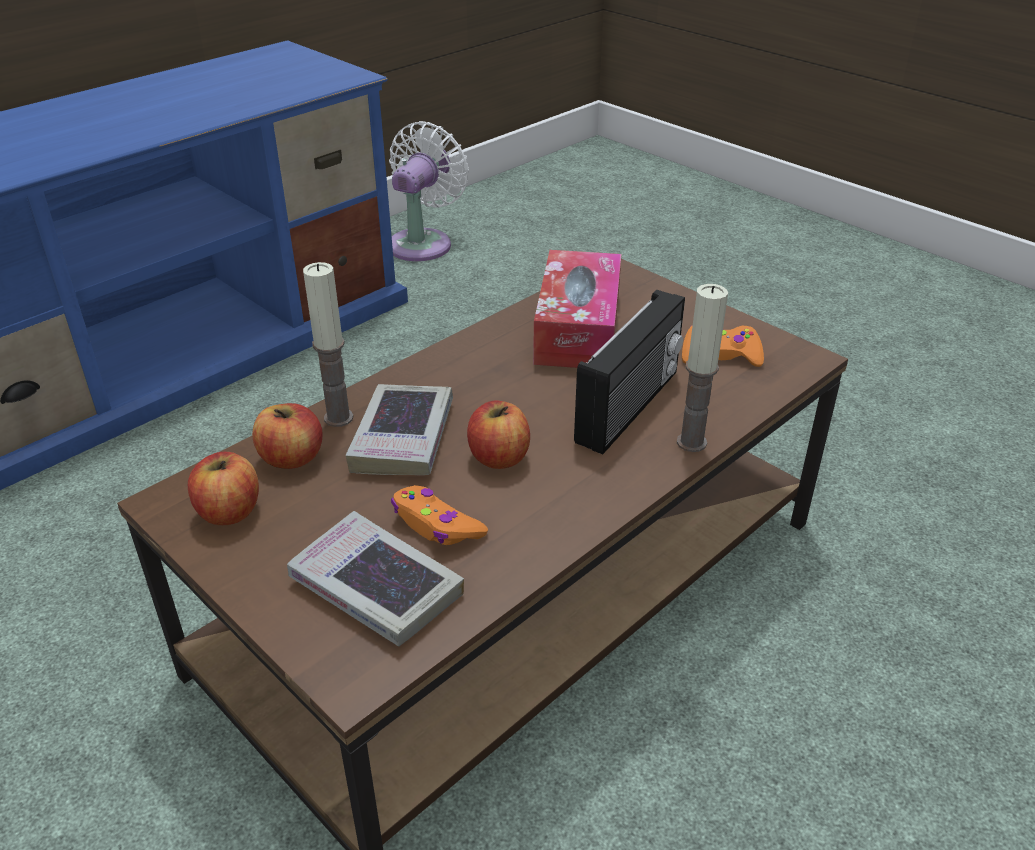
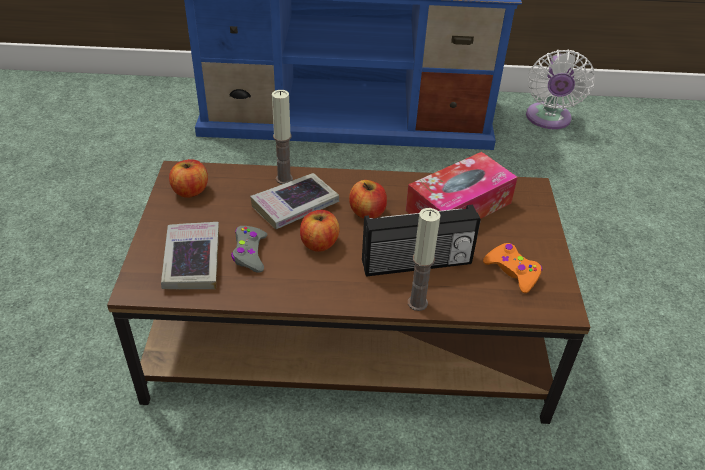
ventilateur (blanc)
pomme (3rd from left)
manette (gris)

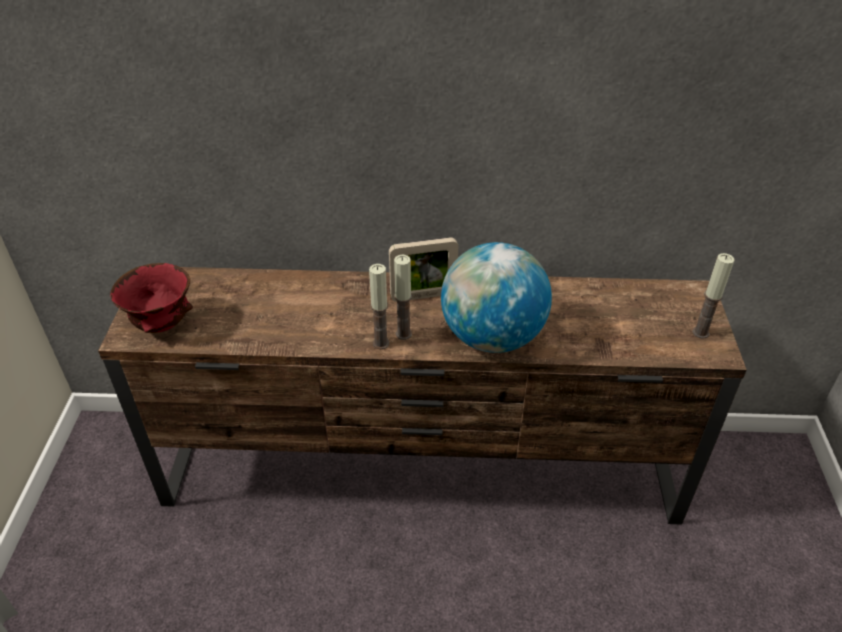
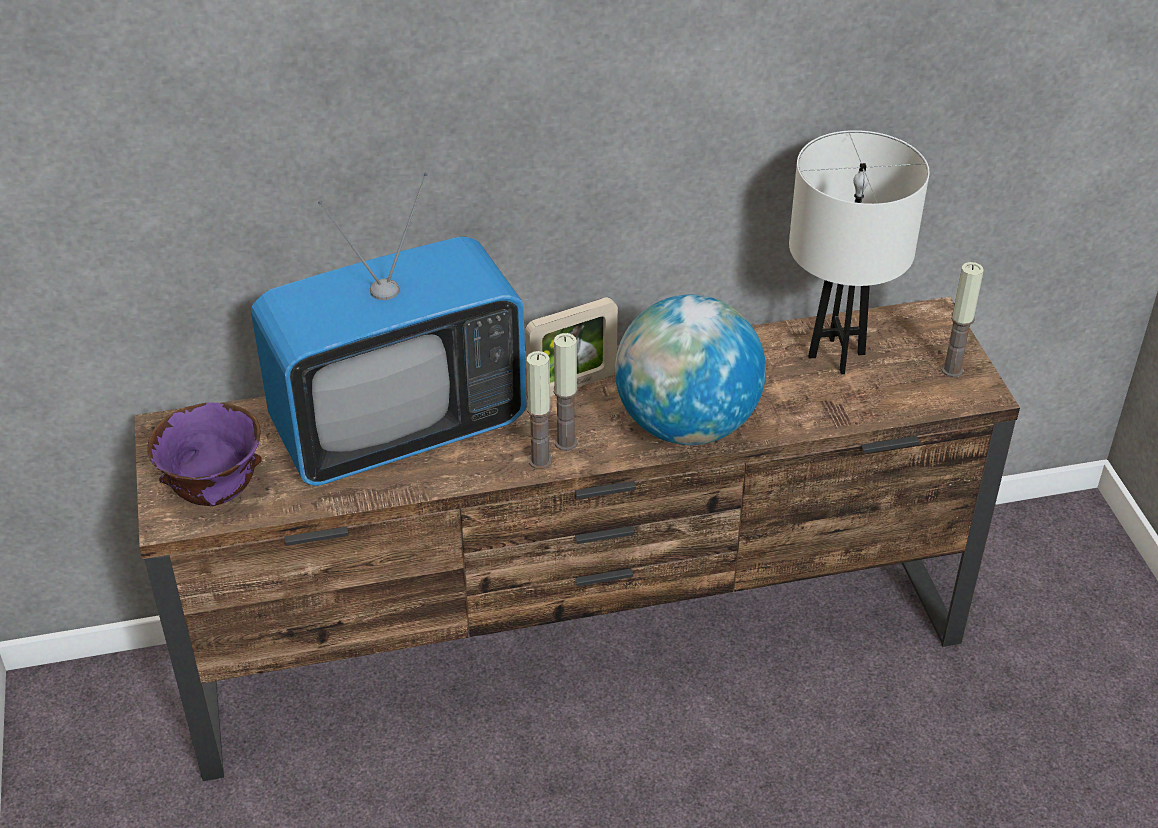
bol (violet)
lampe de table (blanc)
téléviseur

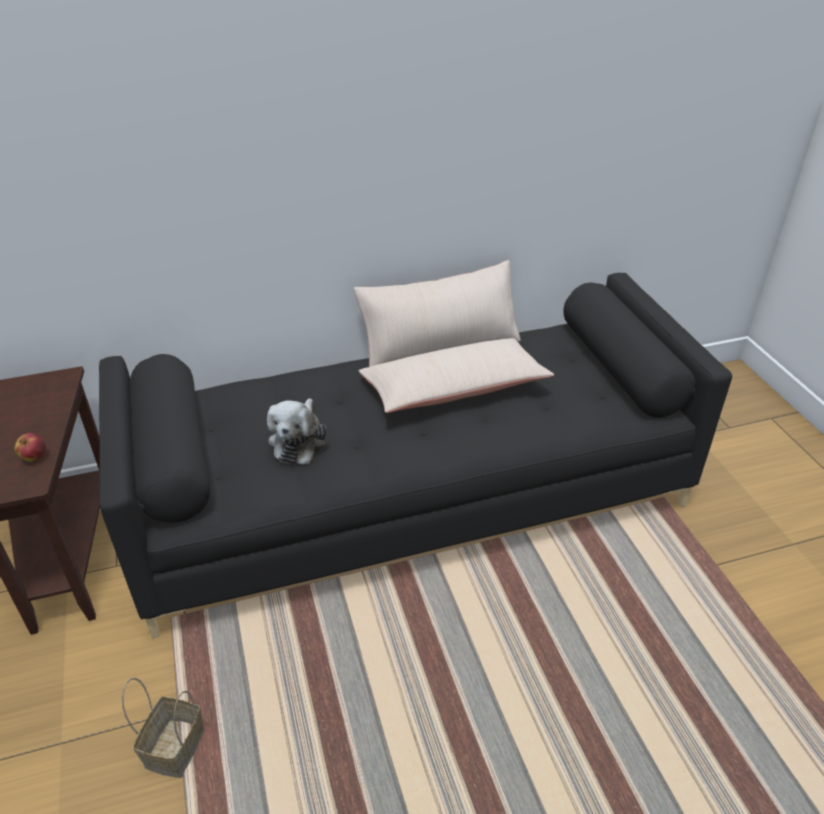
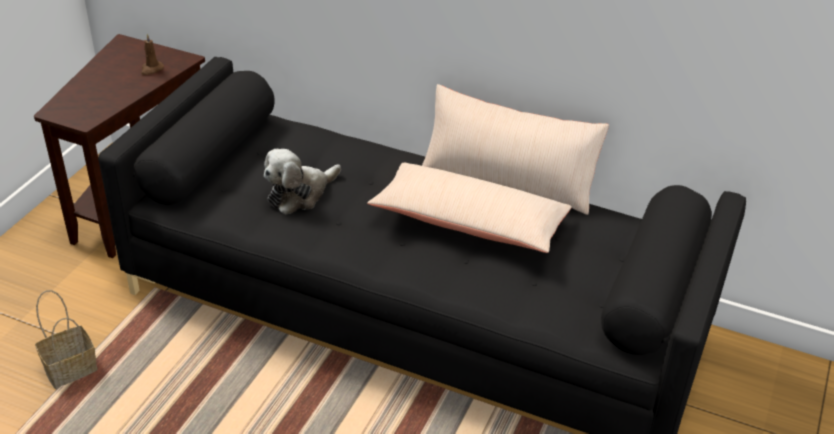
pomme
bougie (marron)

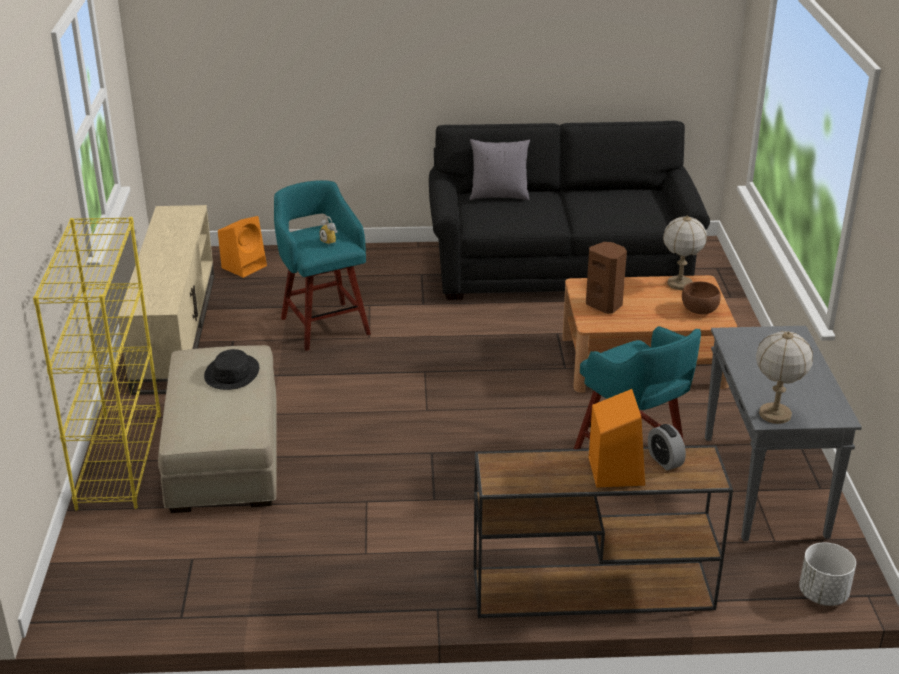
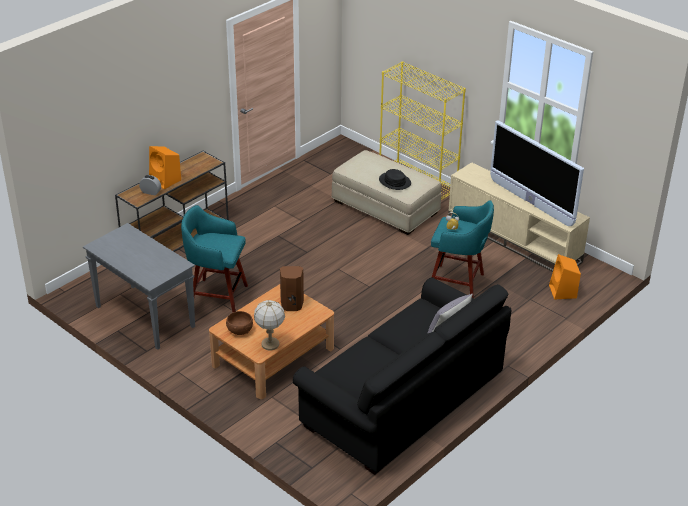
lampe de table (2nd from left in the first image)
cache-pot (blanc)
téléviseur

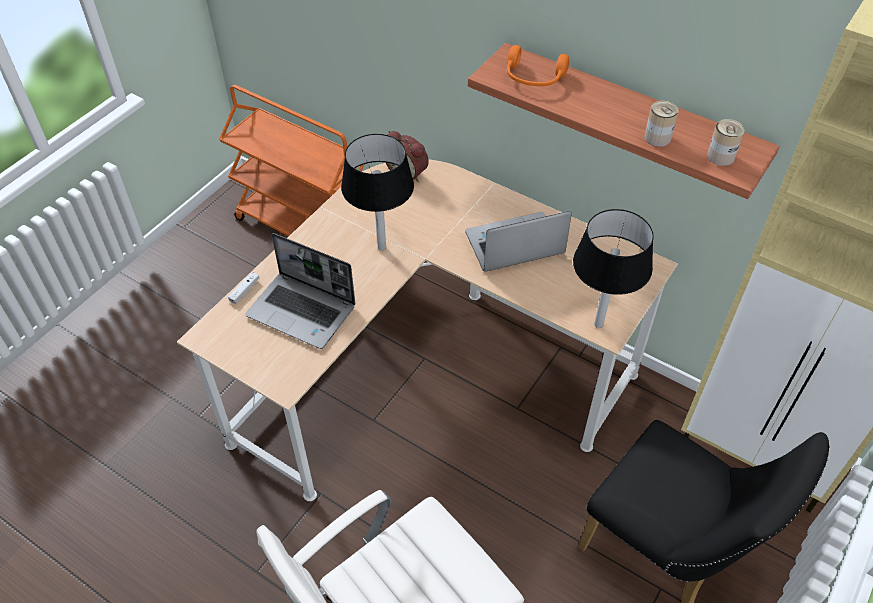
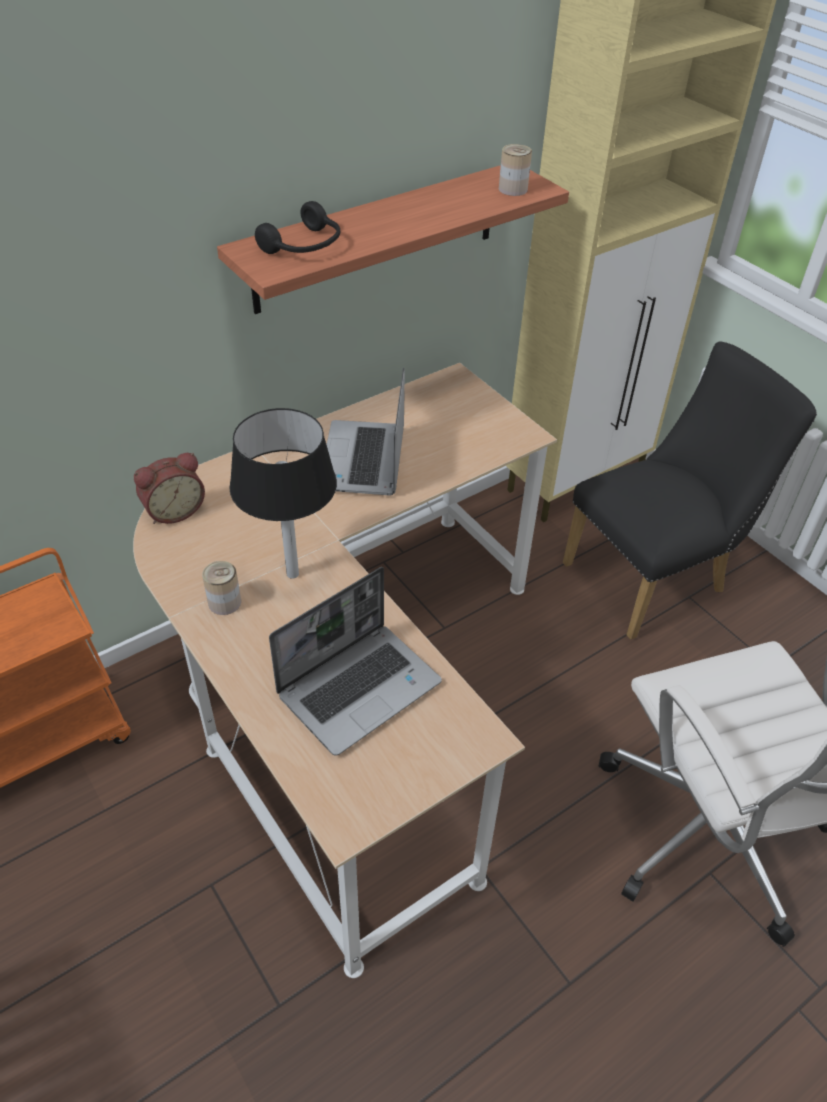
casque audio (noir)
boîte métallique (1st from left)
lampe de table (noir) (2nd from left in the first image)
manette (blanc)

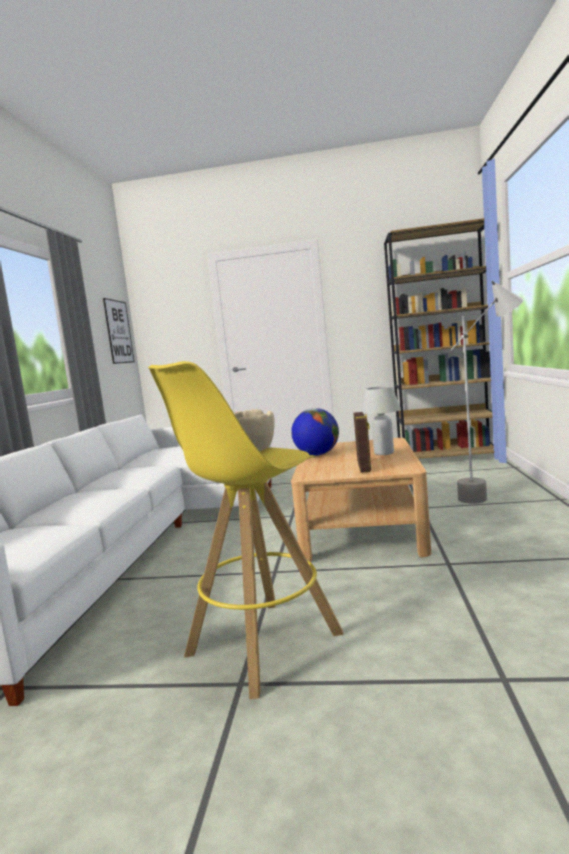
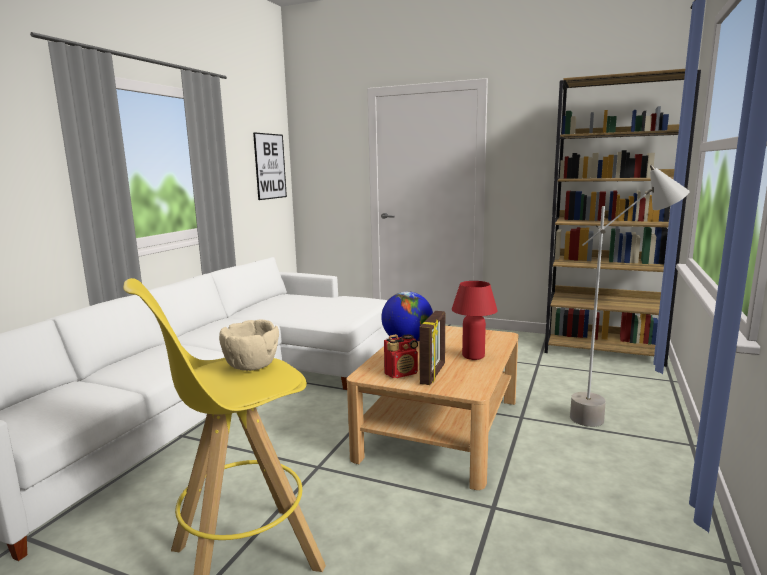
lampe de table (rouge)
radio

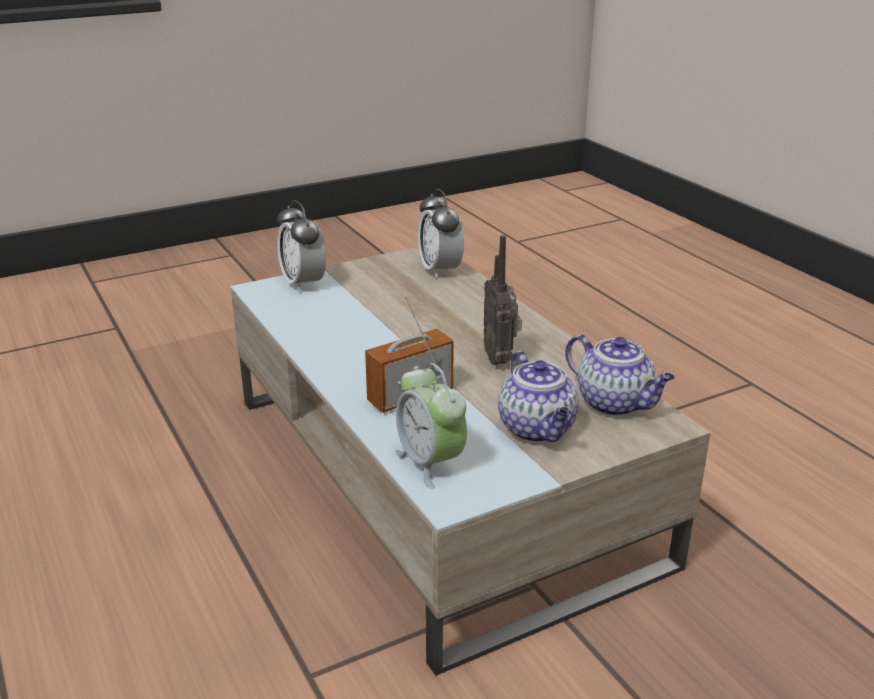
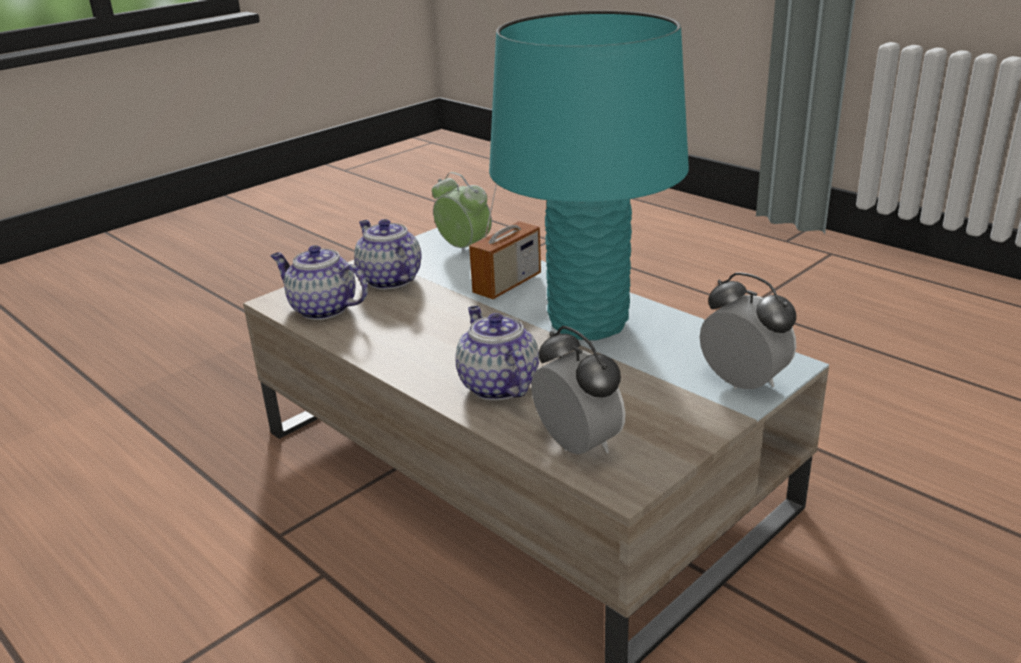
radio (2nd from left in the first image)
lampe de table (turquoise)
théière (3rd from left)

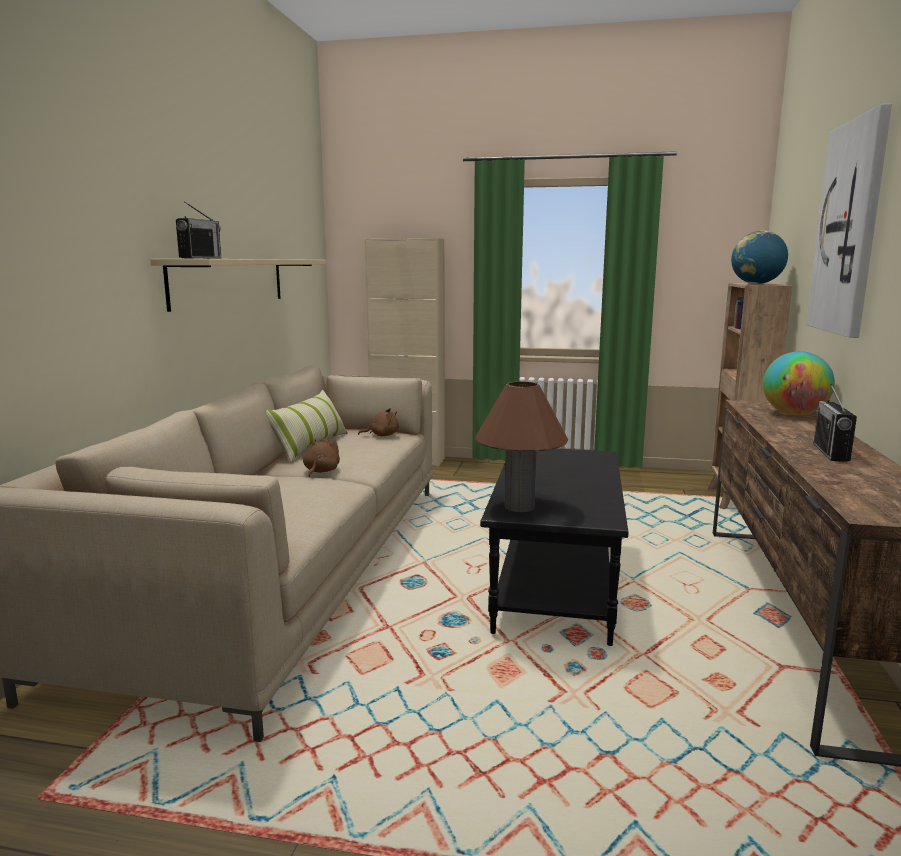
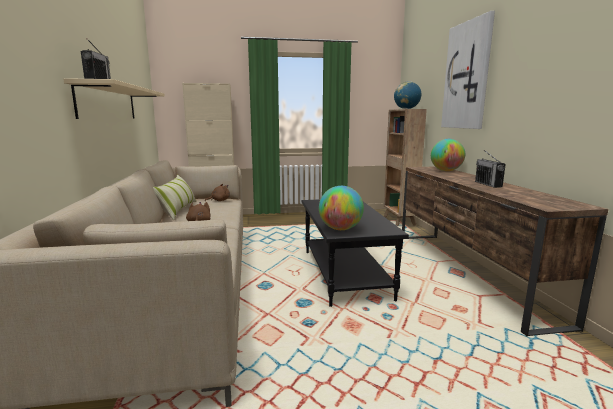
globe (1st from left)

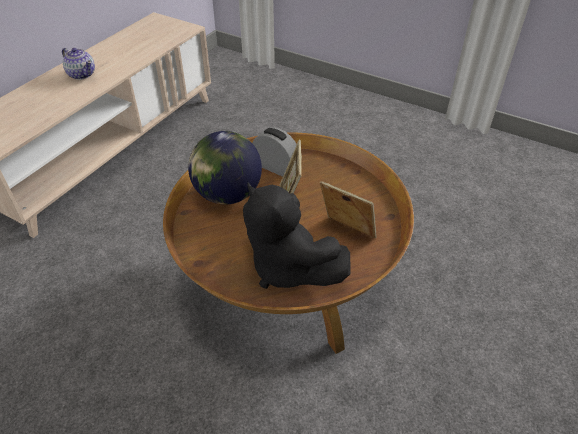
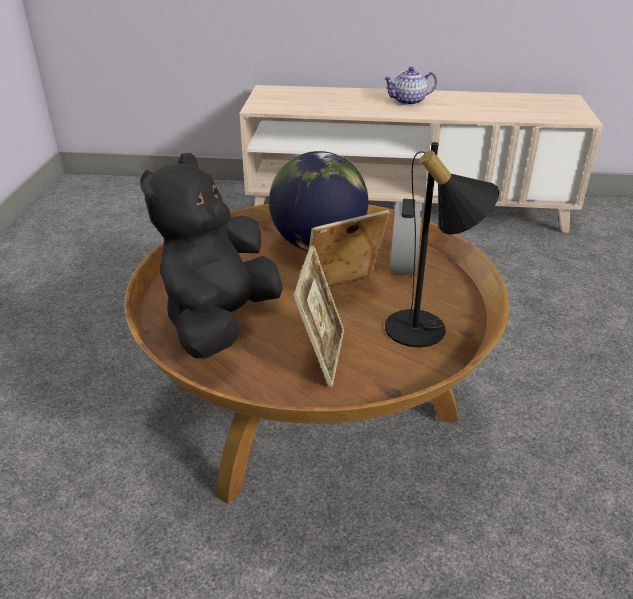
théière
lampe de table (noir)

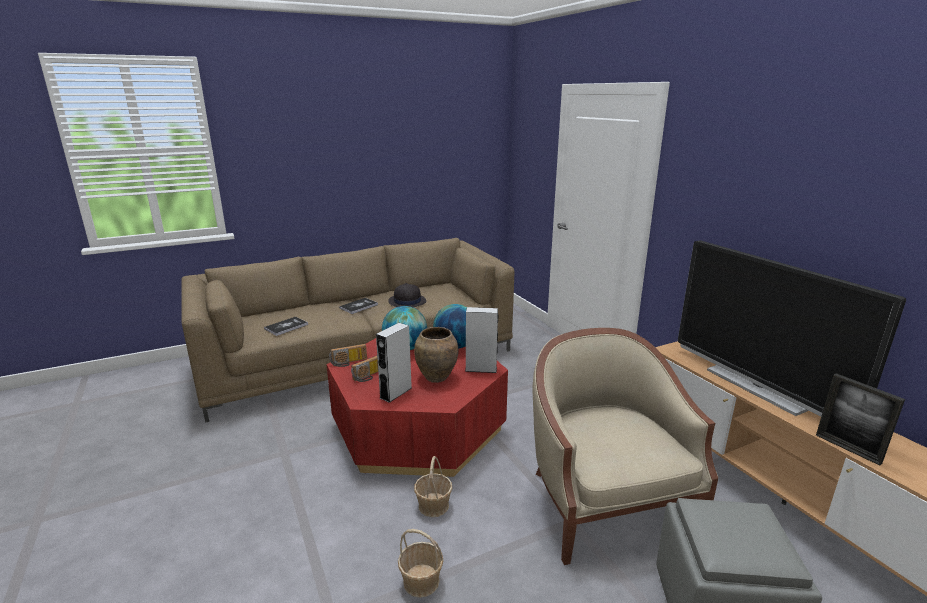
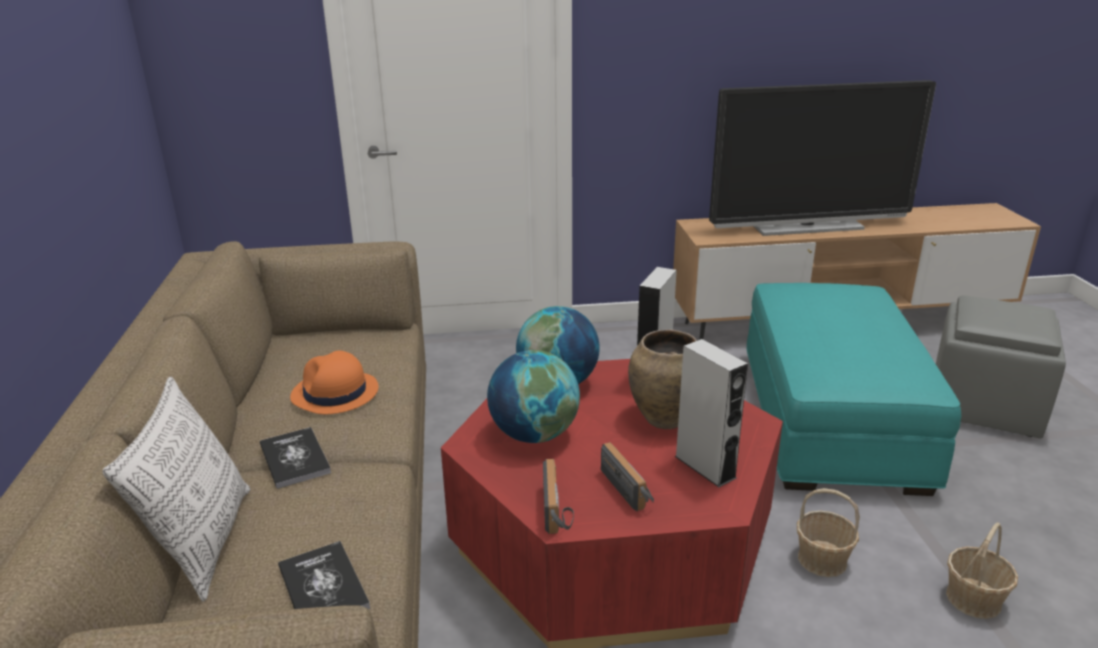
chapeau (orange)
pouf (turquoise)
cadre photo
coussin

